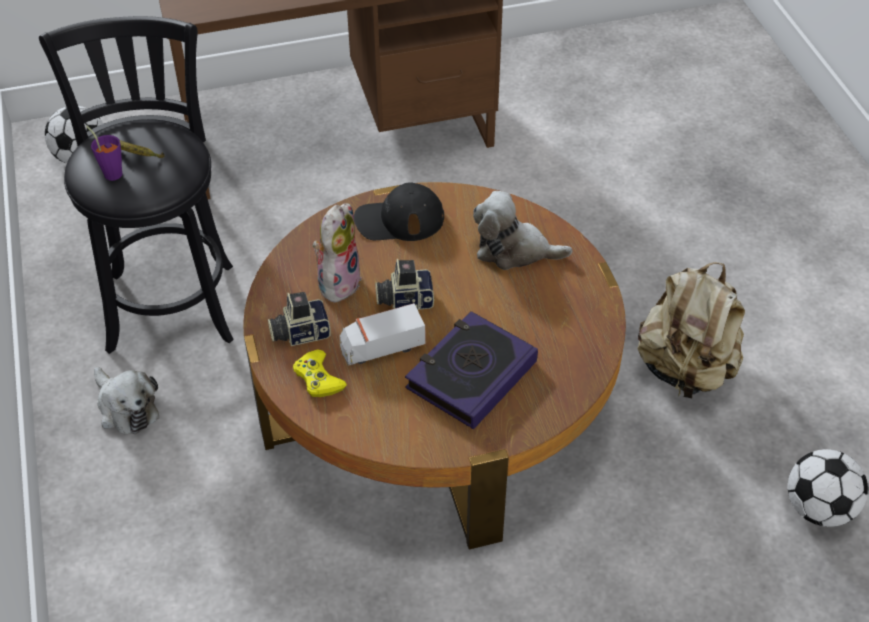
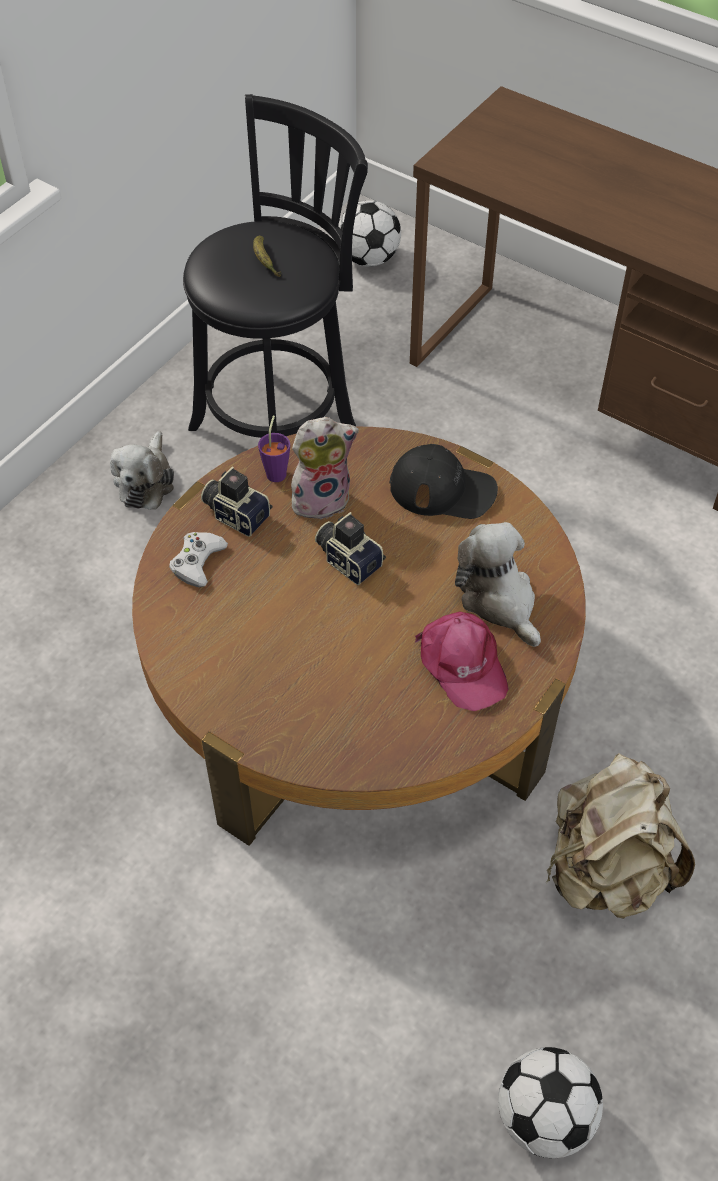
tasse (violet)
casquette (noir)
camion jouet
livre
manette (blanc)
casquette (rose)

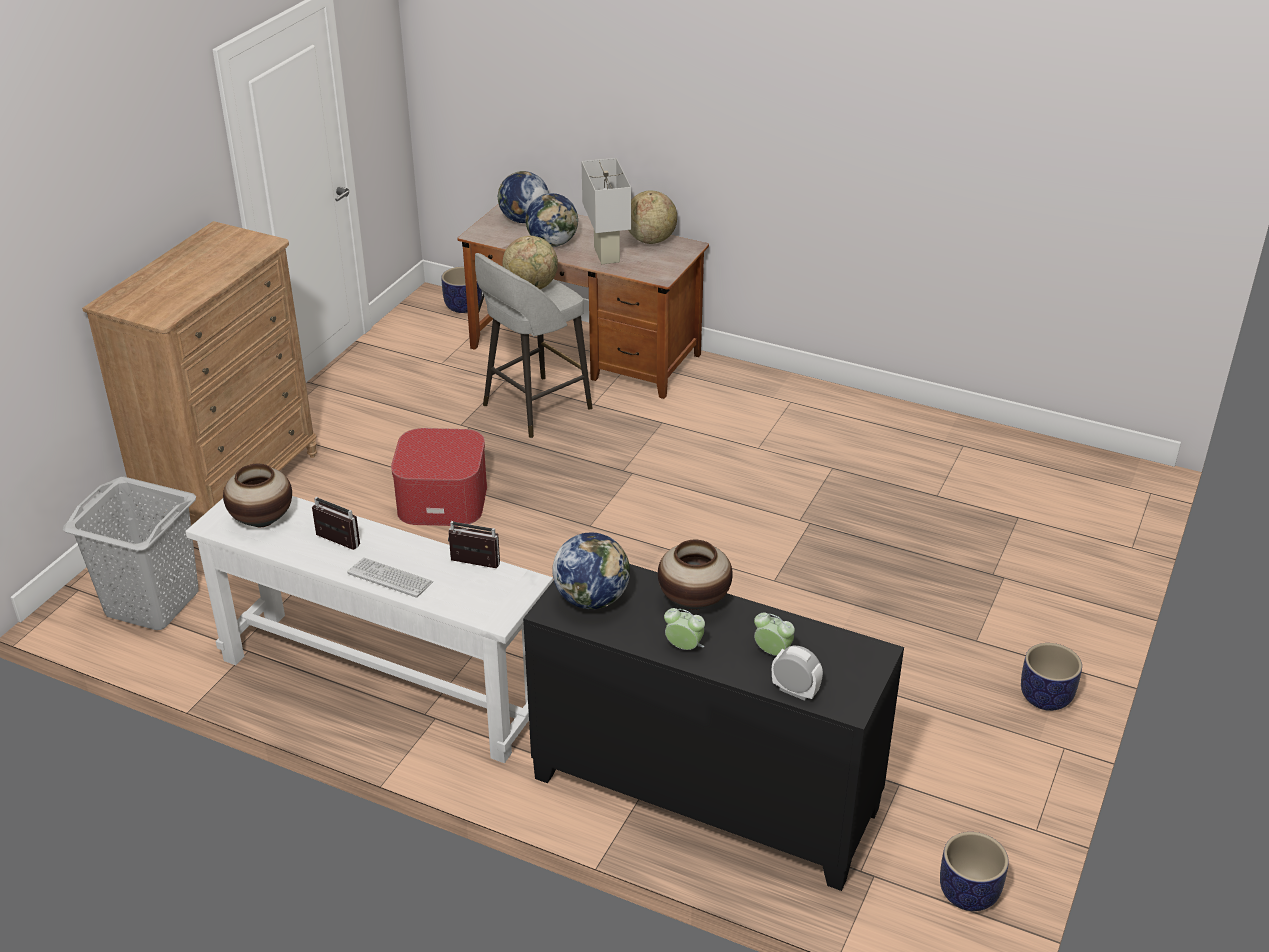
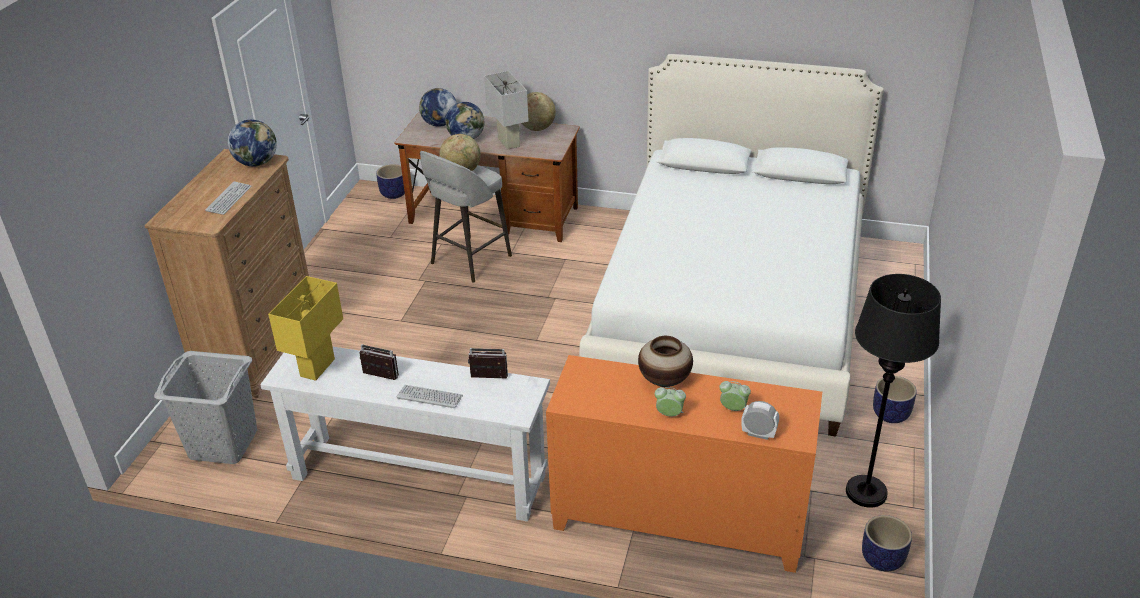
pouf
lampe de table (jaune)
globe (1st from left)
meuble de rangement (orange)
lit (blanc)
clavier (1st from left)
lampadaire (noir)

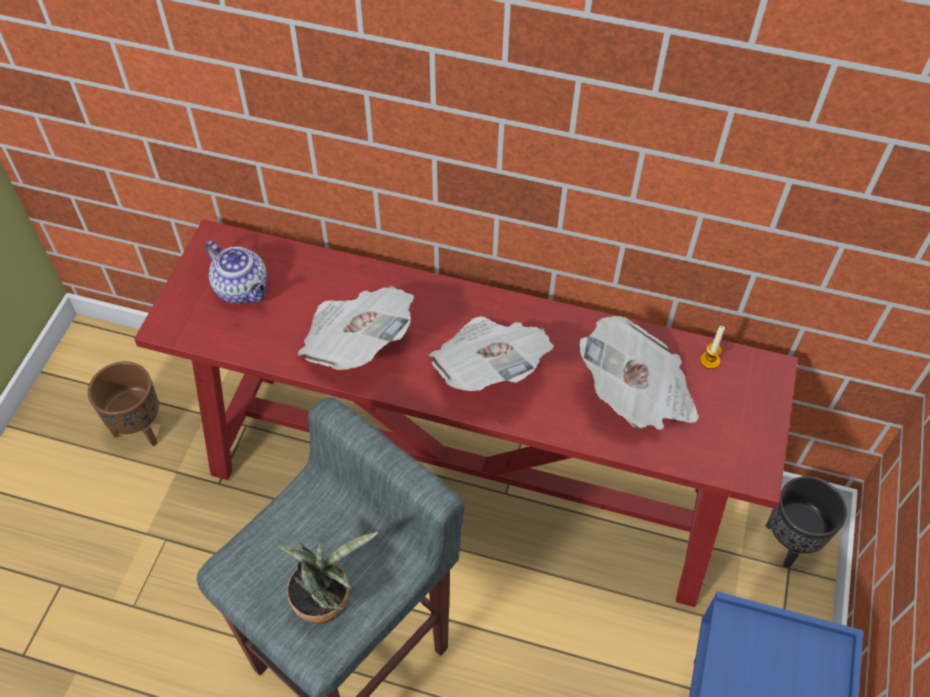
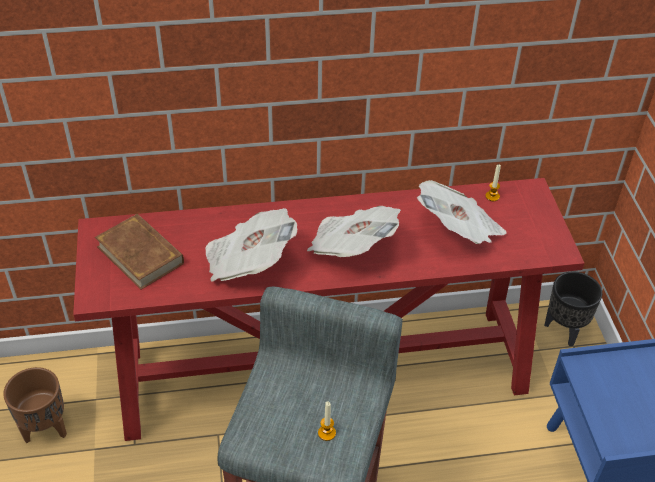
livre (marron)
bougie (1st from left)

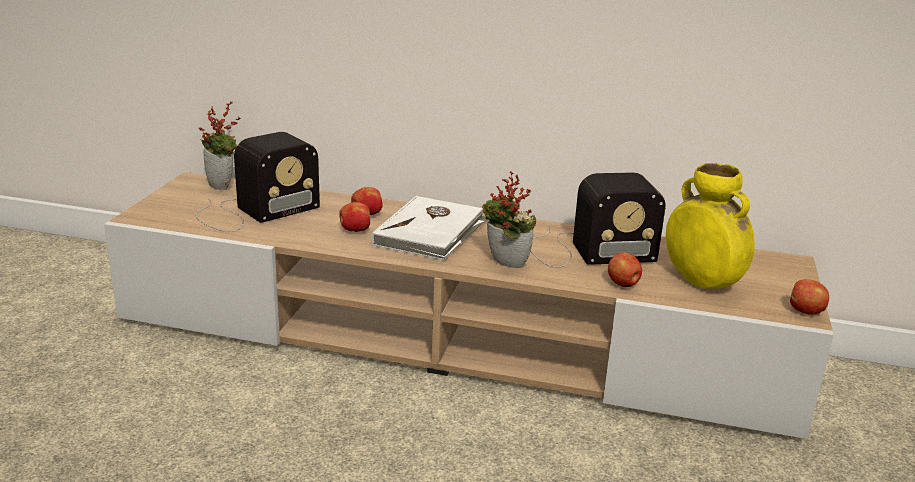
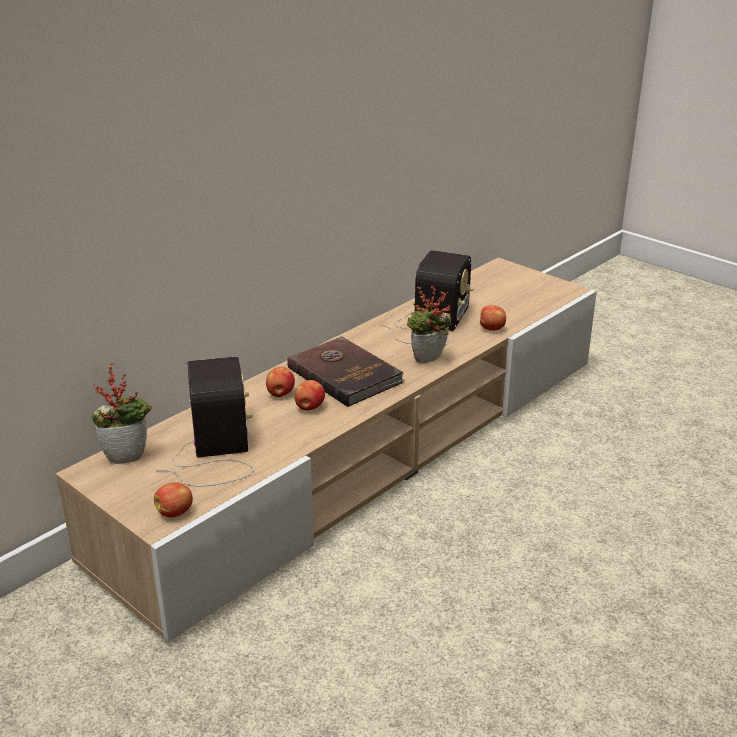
vase (jaune)
livre (marron)
pomme (1st from left)

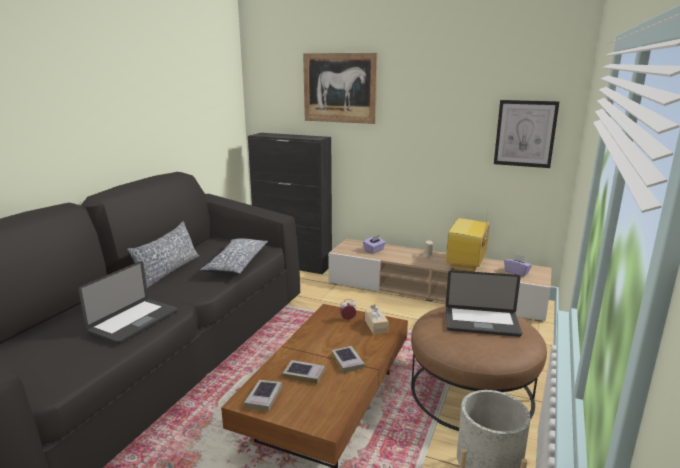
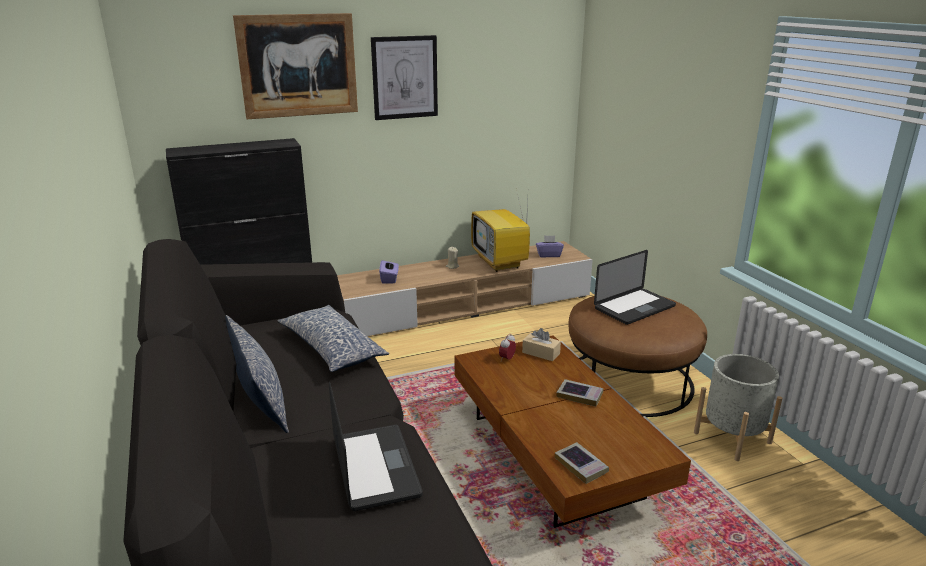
tableau (2nd from left)
livre (2nd from left in the first image)

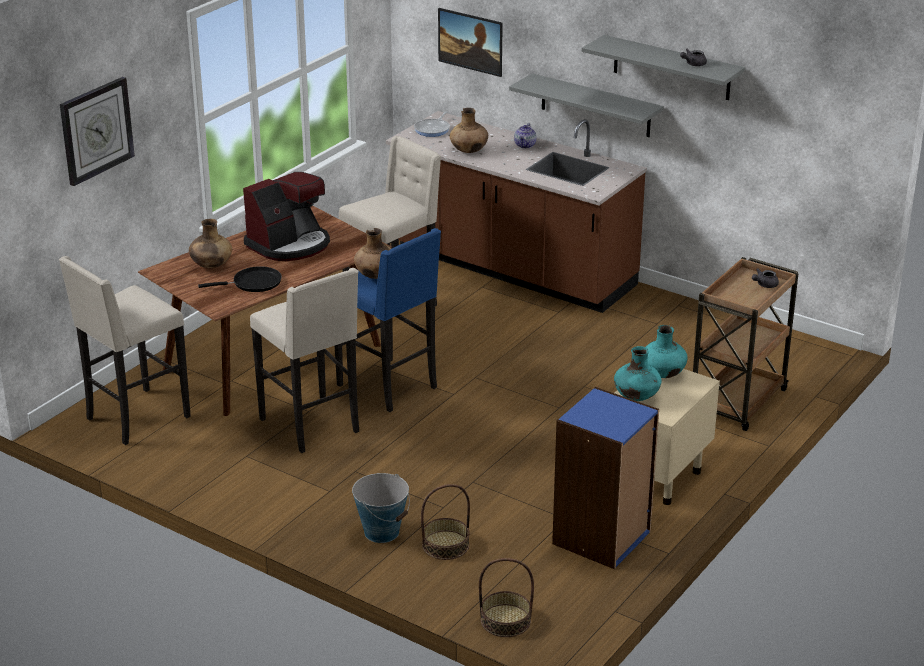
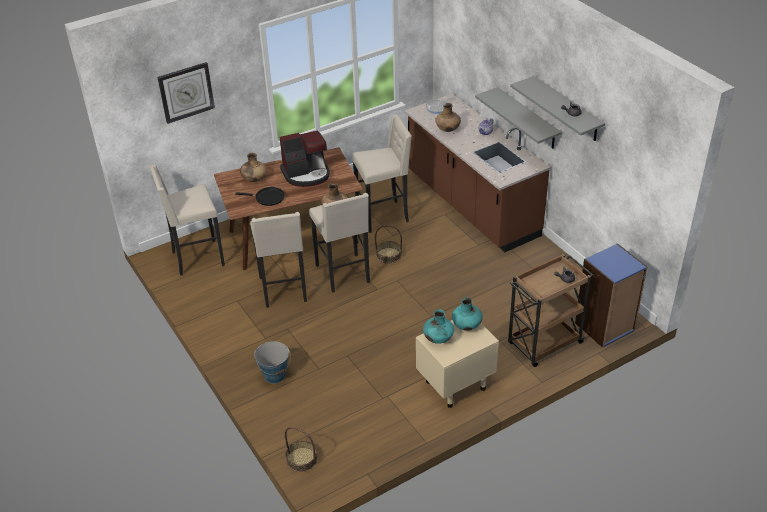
tableau
tabouret (beige) (3rd from left)
bibliothèque (bleu)
panier (2nd from left)

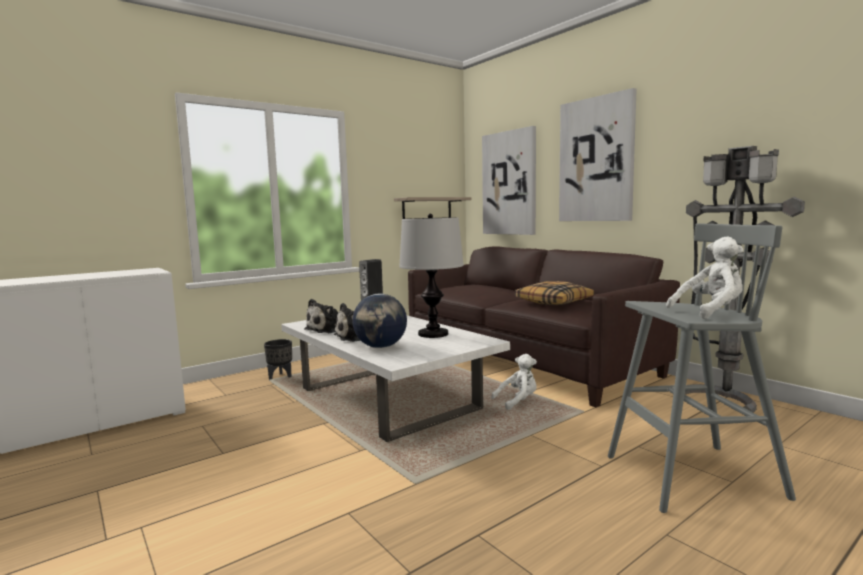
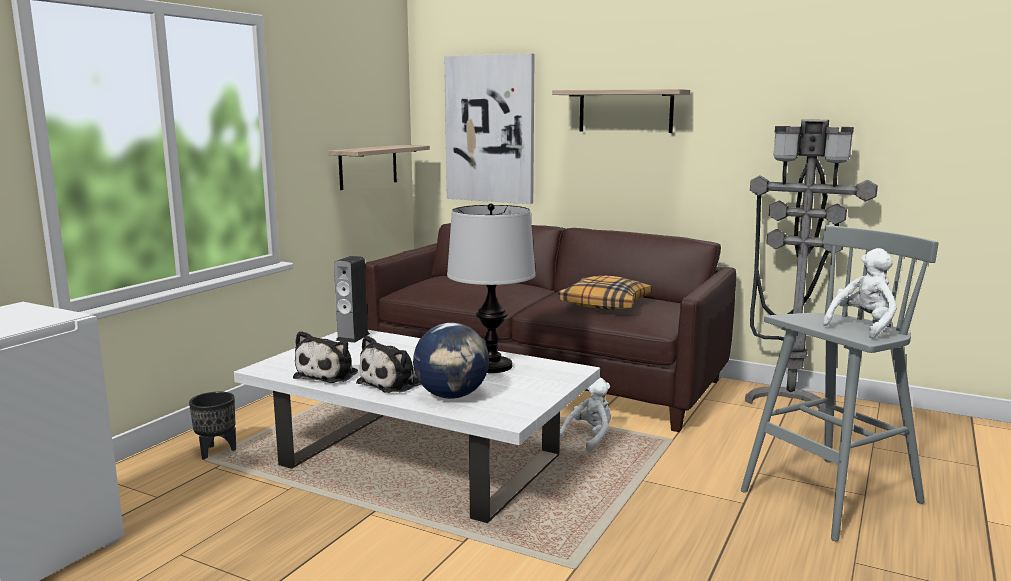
étagère (2nd from left)

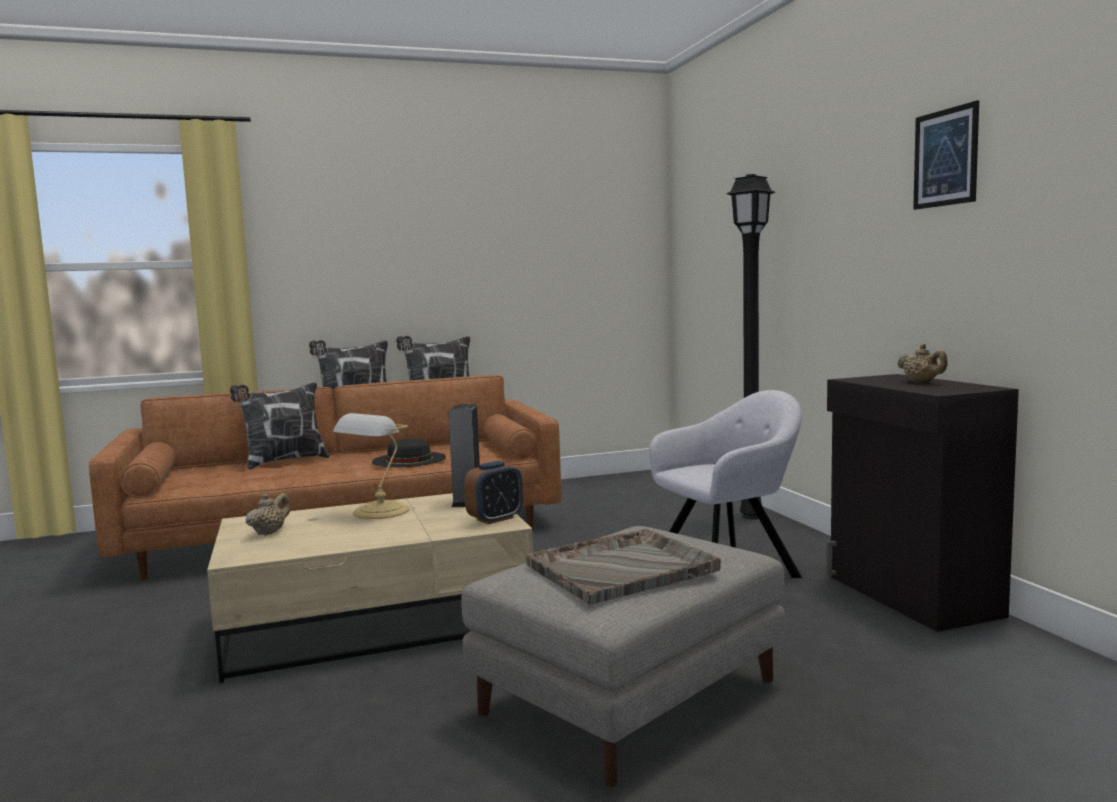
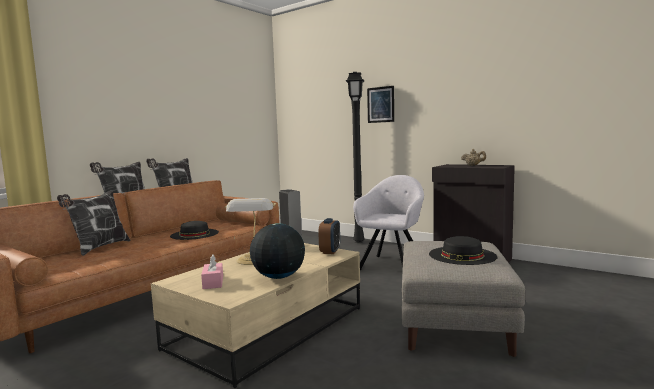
tableau
boîte à mouchoirs (rose)
chapeau (noir) (2nd from left)
globe

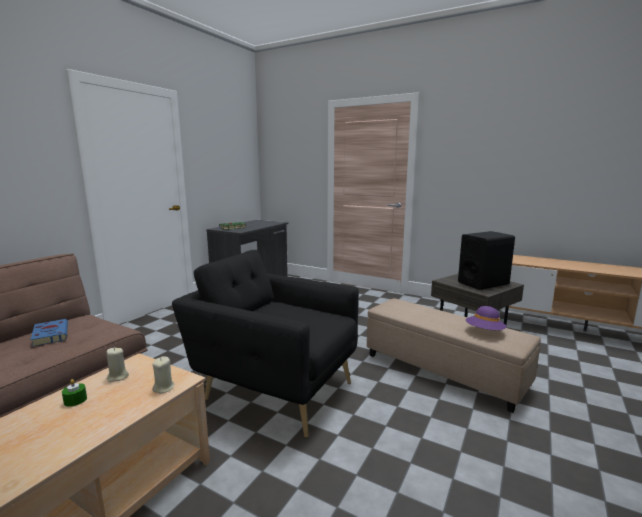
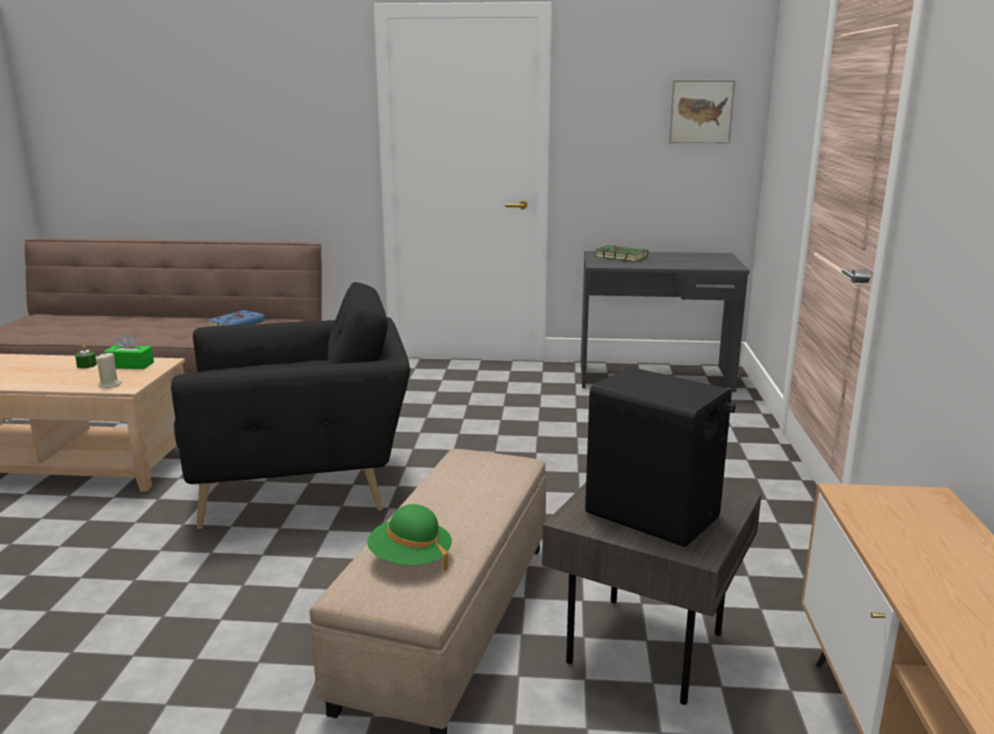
fauteuil (noir)
chapeau (vert)
boîte à mouchoirs (vert)
tableau

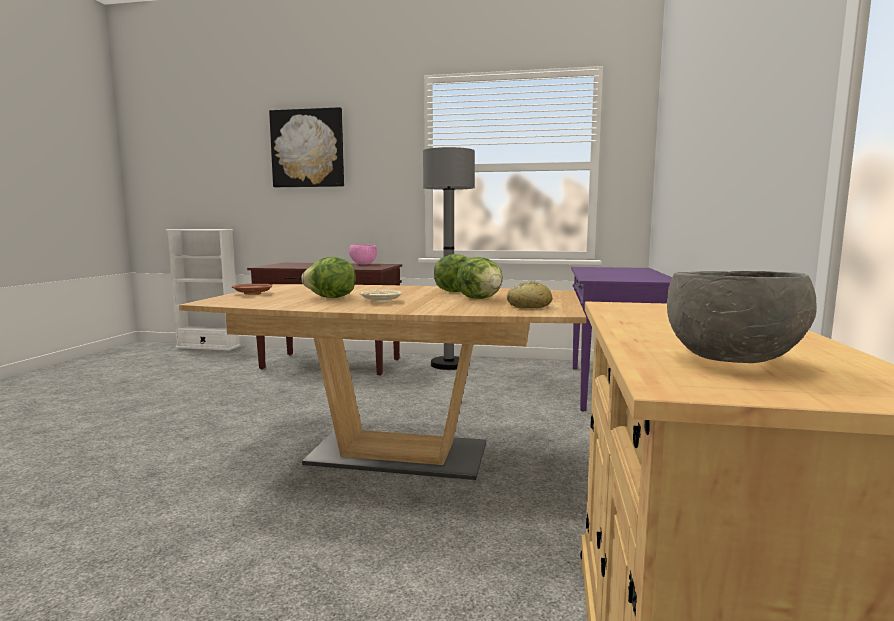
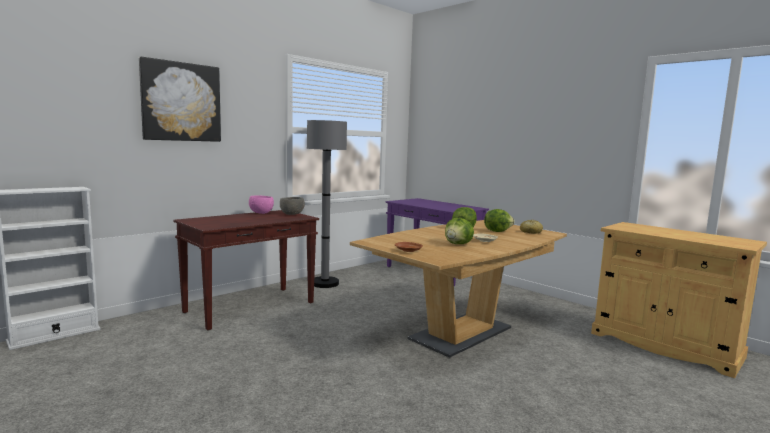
bol (gris)

